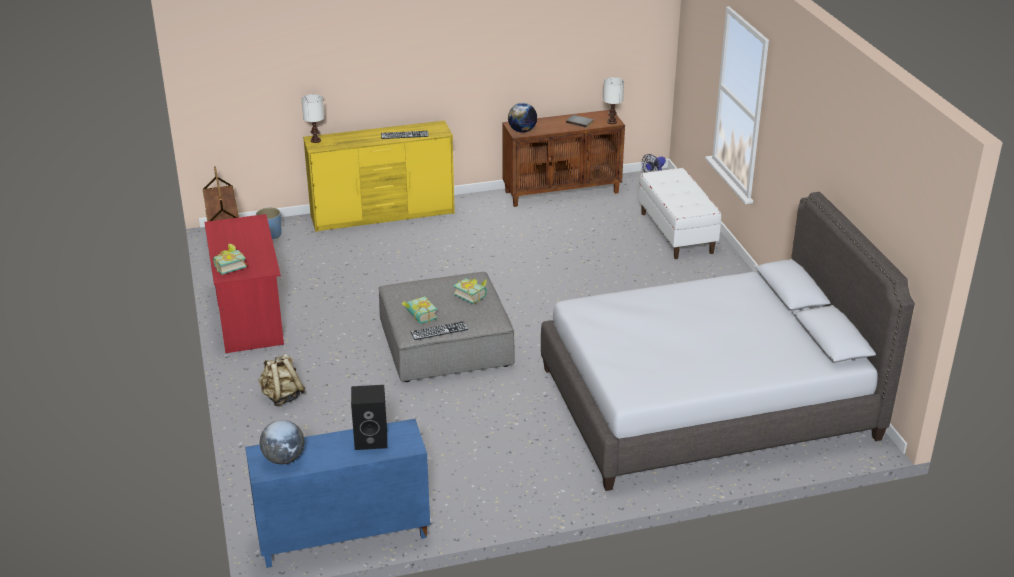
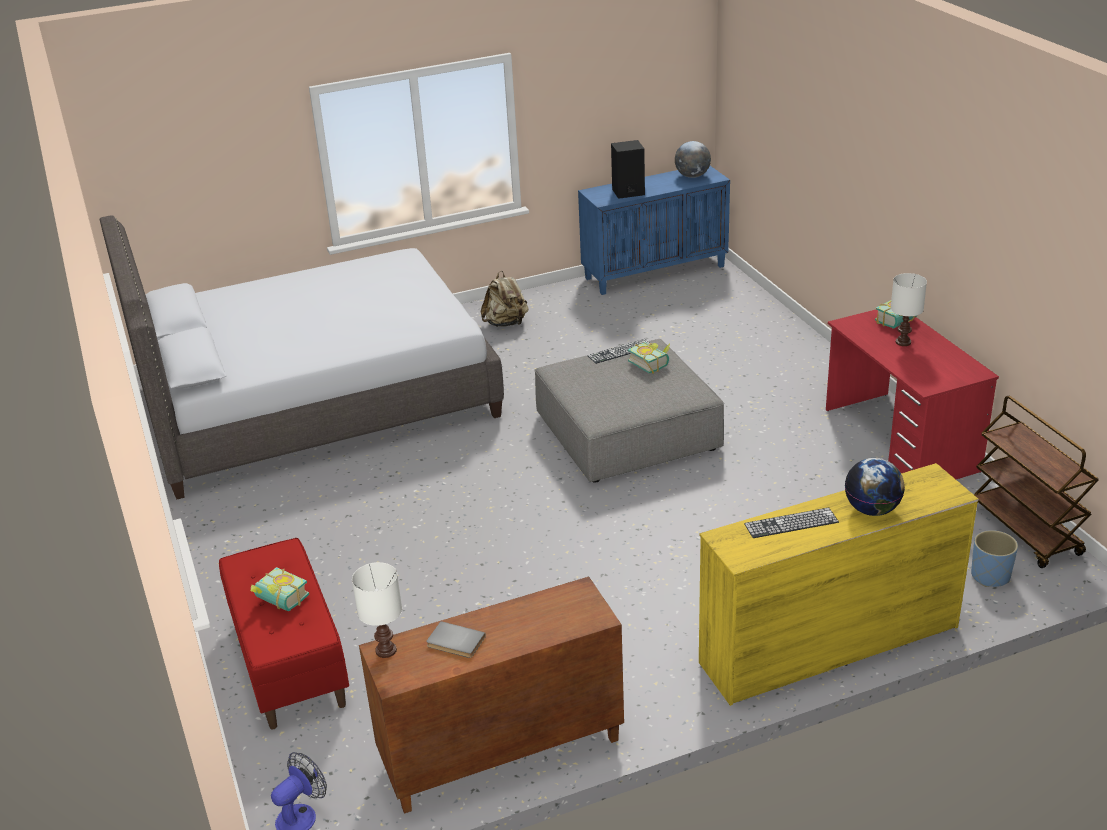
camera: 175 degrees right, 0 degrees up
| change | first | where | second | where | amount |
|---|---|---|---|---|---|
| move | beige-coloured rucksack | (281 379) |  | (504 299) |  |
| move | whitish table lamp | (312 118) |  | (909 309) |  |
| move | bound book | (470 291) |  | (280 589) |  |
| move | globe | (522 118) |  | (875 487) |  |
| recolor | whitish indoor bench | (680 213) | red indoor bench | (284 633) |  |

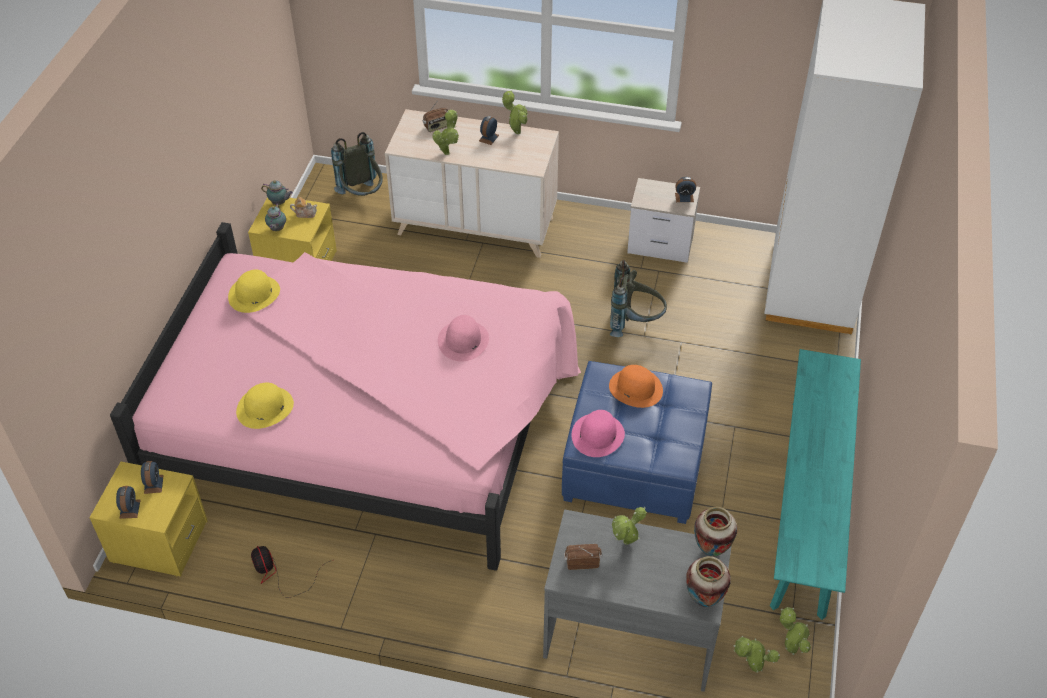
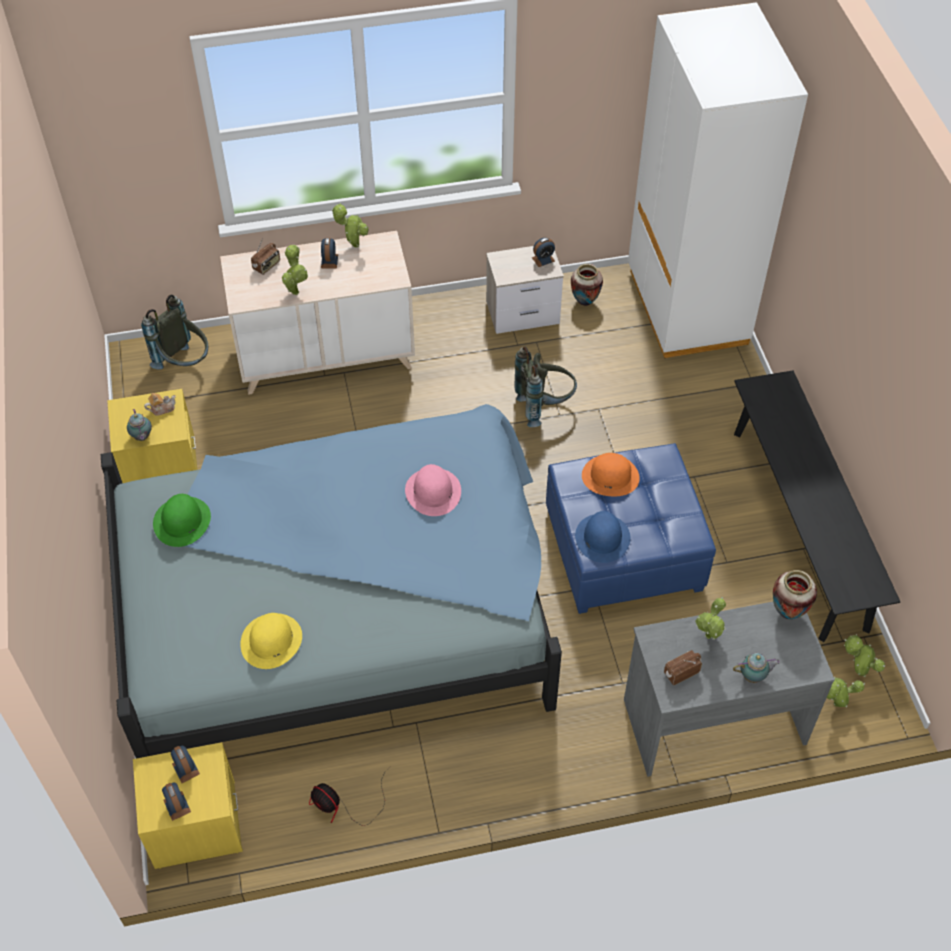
camera: 25 degrees left, 5 degrees up
| change | first | where | second | where | amount |
|---|---|---|---|---|---|
| move | pot for tea | (277 192) |  | (757 668) |  |
| move | flower vase | (708 581) |  | (587 285) |  |
| recolor | pink sleeping bed | (345 396) | blue-coloured sleeping bed | (331 581) |  |
| recolor | yellow clothing hat | (254 291) | greenish clothing hat | (182 520) |  |
| recolor | pink clothing hat | (598 433) | blue-coloured clothing hat | (602 537) |  |
| recolor | turquoise-coloured indoor bench | (815 484) | black indoor bench | (817 506) |  |

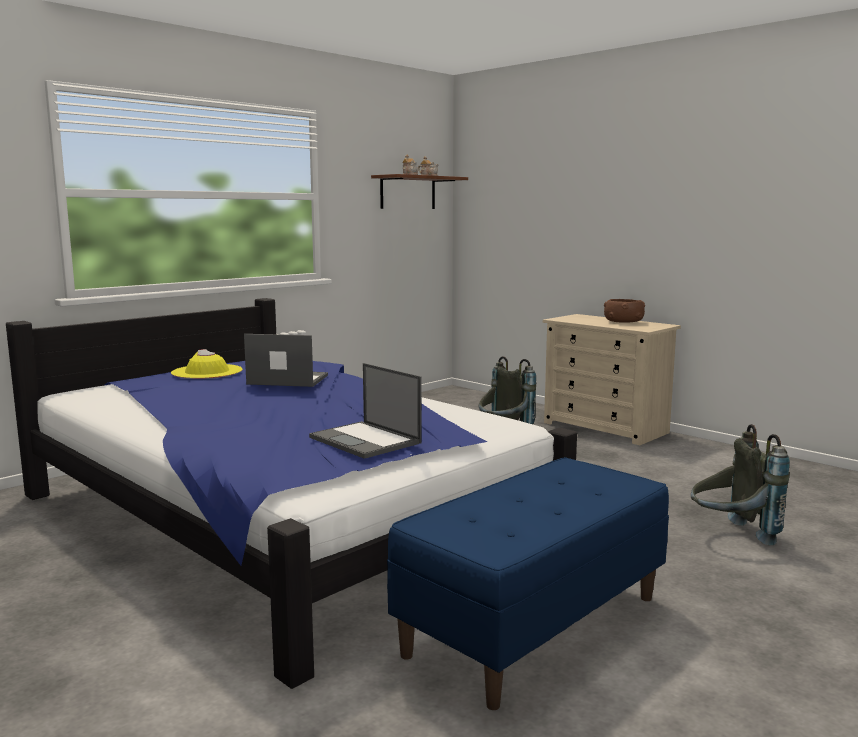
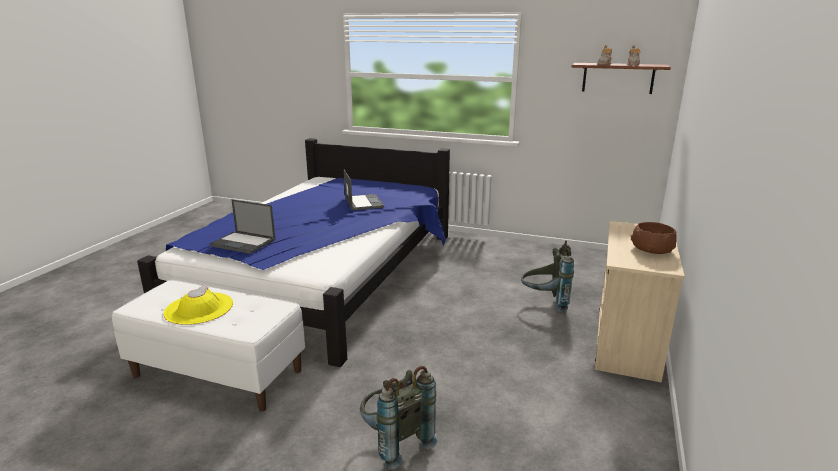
camera: 65 degrees right, 10 degrees up
| change | first | where | second | where | amount |
|---|---|---|---|---|---|
| move | yellow clothing hat | (207 364) |  | (198 305) |  |
| recolor | blue-coloured indoor bench | (528 583) | whitish indoor bench | (208 346) |  |
| rotate | portable computer | (365 411) |  | (243 226) | 90 degrees counterclockwise |

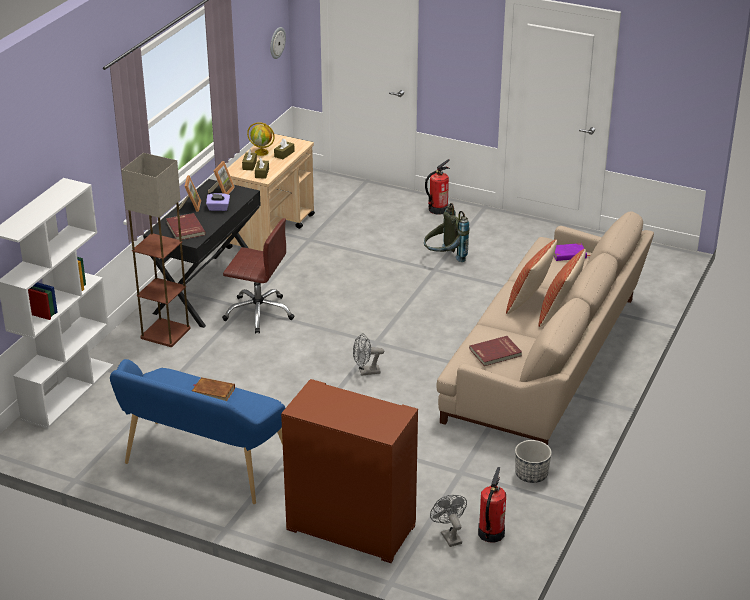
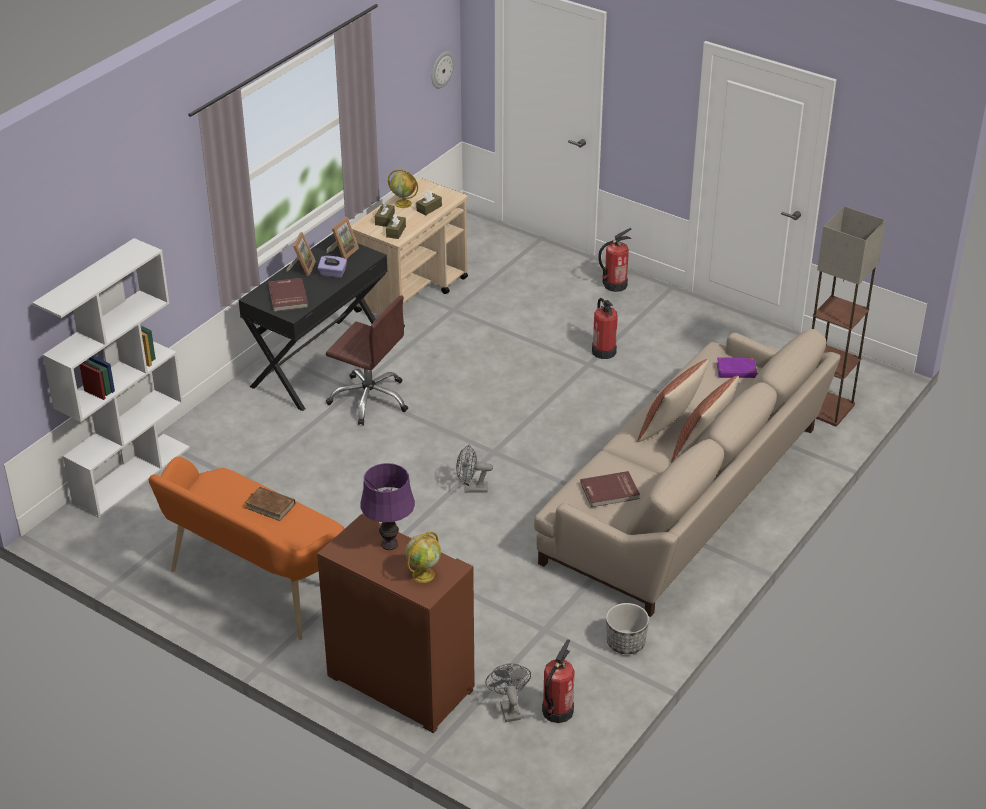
camera: 10 degrees right, 5 degrees up
| change | first | where | second | where | amount |
|---|---|---|---|---|---|
| insert |  |  | purple table lamp | (387 506) |  |
| insert |  |  | globe | (423 557) |  |
| move | standard lamp | (156 250) |  | (849 316) |  |
| replace | grey rucksack | (447 232) | fire extinguisher | (605 328) |  |
| recolor | blue-coloured indoor bench | (197 431) | orange indoor bench | (246 548) |  |

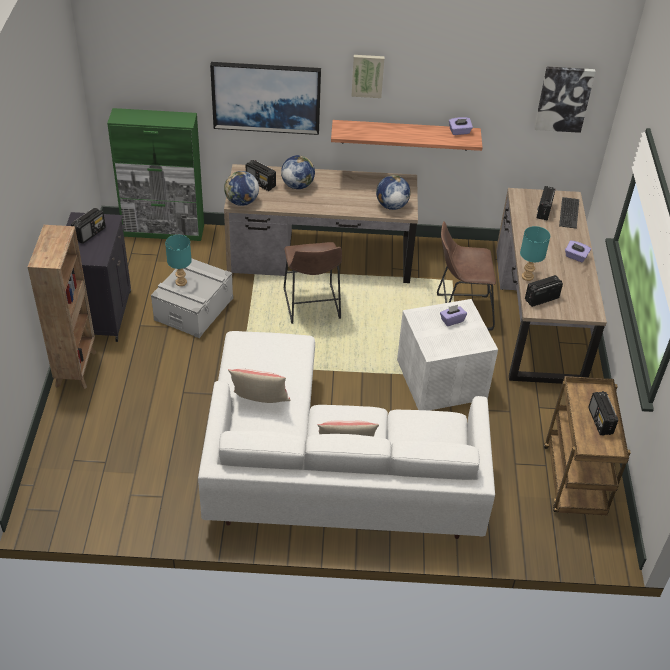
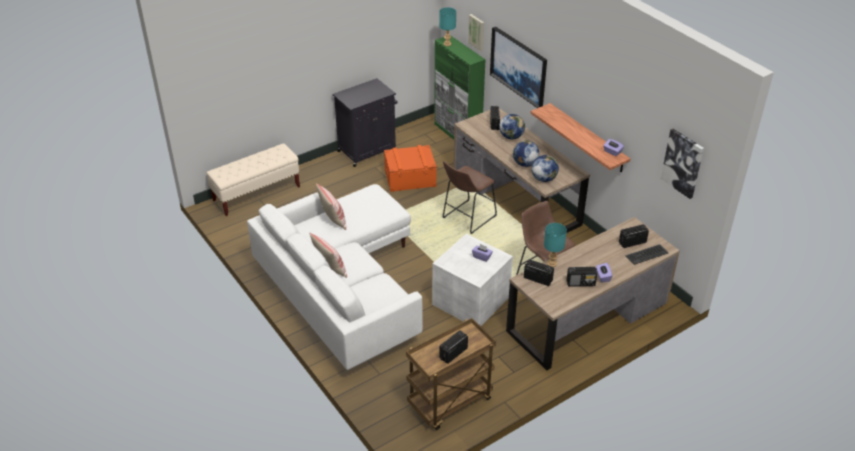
camera: 55 degrees right, 5 degrees down
| change | first | where | second | where | amount |
|---|---|---|---|---|---|
| delete | brownish bookshelf | (62 307) |  |  |  |
| insert |  |  | beige-coloured indoor bench | (253 179) |  |
| move | radio | (88 226) |  | (582 276) |  |
| move | turquoise-coloured table lamp | (178 260) |  | (447 26) |  |
| move | globe | (241 188) |  | (526 153) |  |
| move | picture | (368 76) |  | (476 32) |  |
| recolor | grey storage box | (192 298) | orange storage box | (410 168) |  |

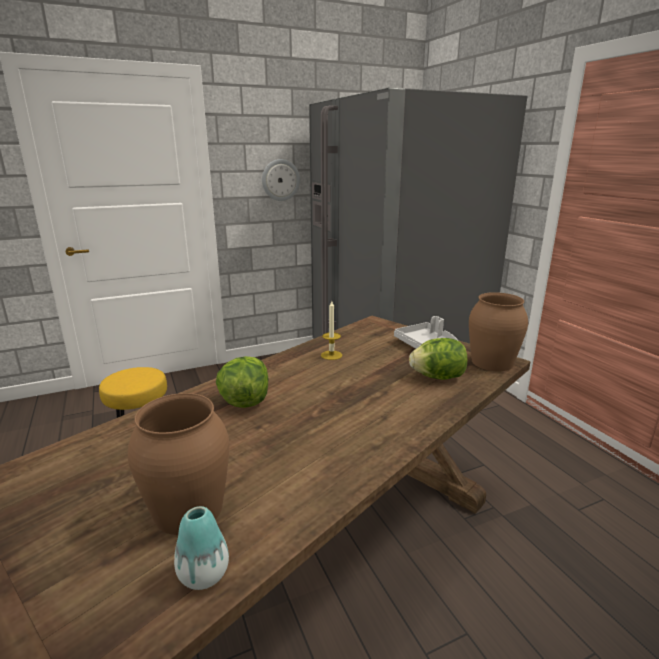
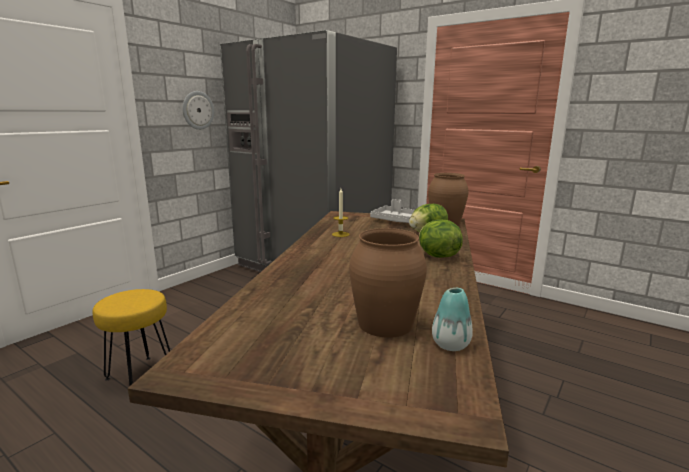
camera: 30 degrees left, 5 degrees down
| change | first | where | second | where | amount |
|---|---|---|---|---|---|
| move | head of lettuce | (242 382) |  | (441 239) |  |

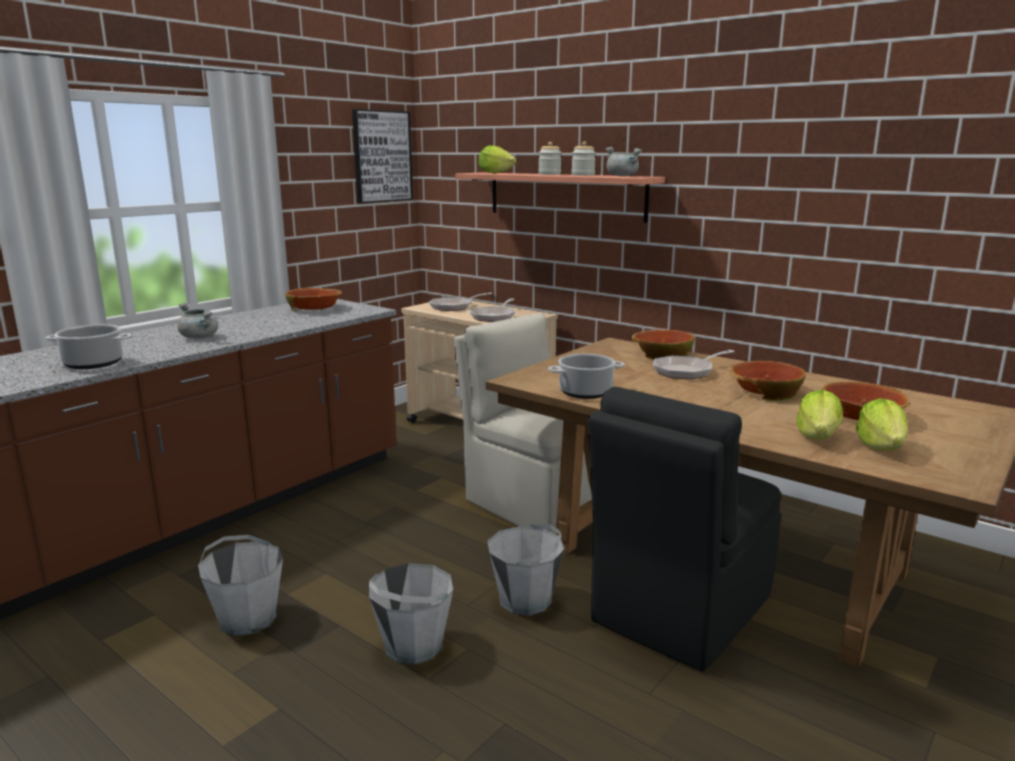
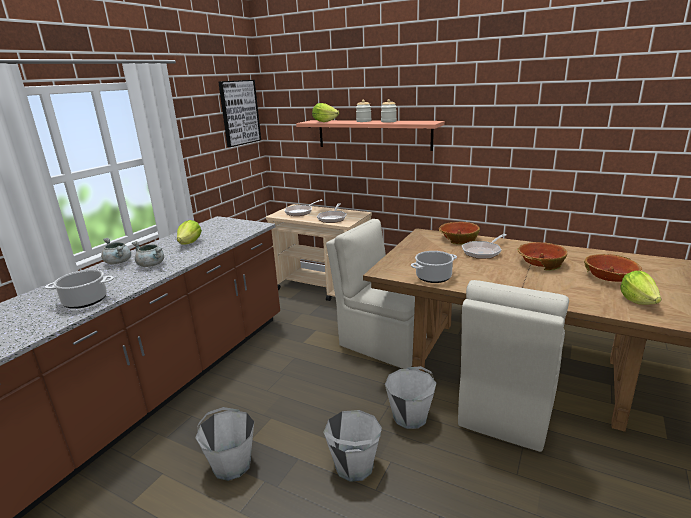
camera: 10 degrees left, 5 degrees up
| change | first | where | second | where | amount |
|---|---|---|---|---|---|
| delete | serving bowl | (313 299) |  |  |  |
| move | grey stockpot | (624 161) |  | (116 251) |  |
| move | head of lettuce | (819 414) |  | (189 232) |  |
| recolor | black chair | (684 529) | beige-coloured chair | (513 366) |  |

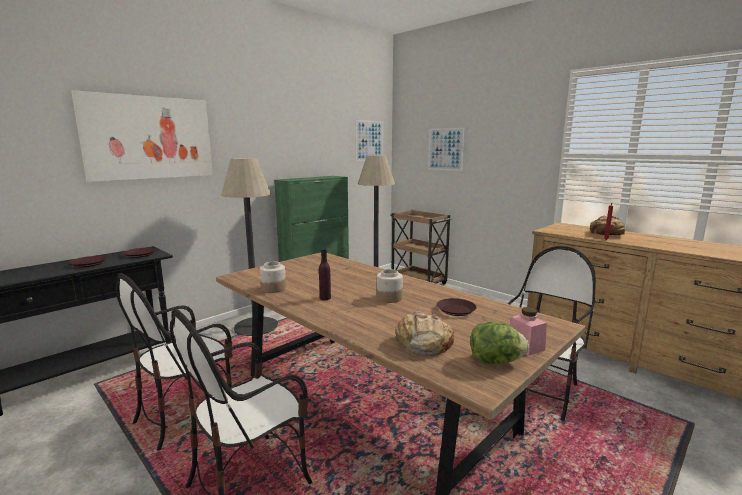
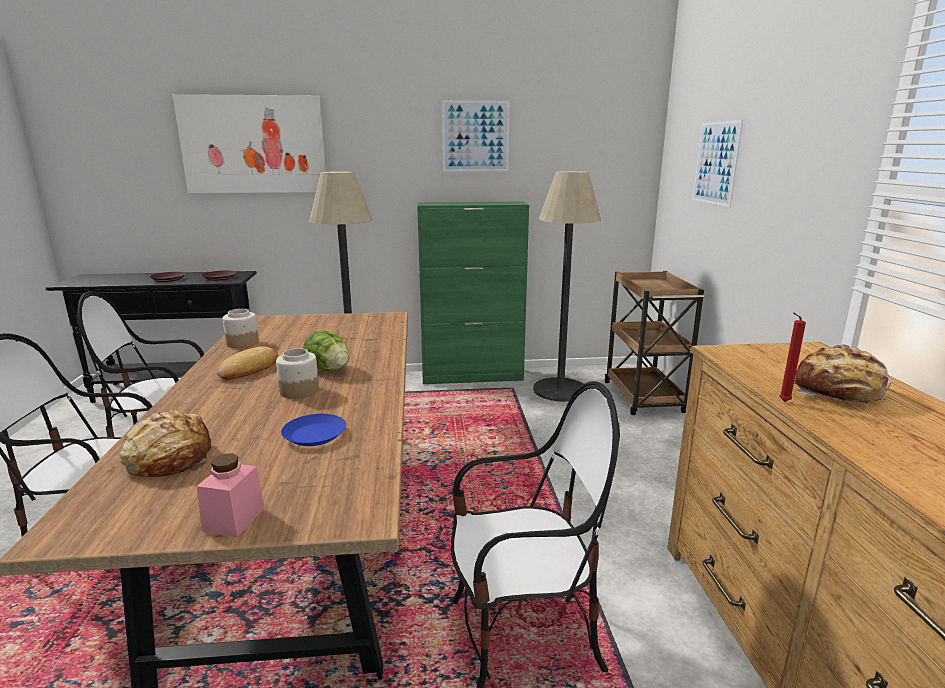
camera: 40 degrees right, 5 degrees up
| change | first | where | second | where | amount |
|---|---|---|---|---|---|
| move | picture | (369 140) |  | (476 135) |  |
| move | head of lettuce | (499 343) |  | (326 351) |  |
| replace | purple drink bottle | (325 274) | bread | (247 363) |  |
| recolor | brownish flat dish | (457 307) | blue-coloured flat dish | (313 430) |  |

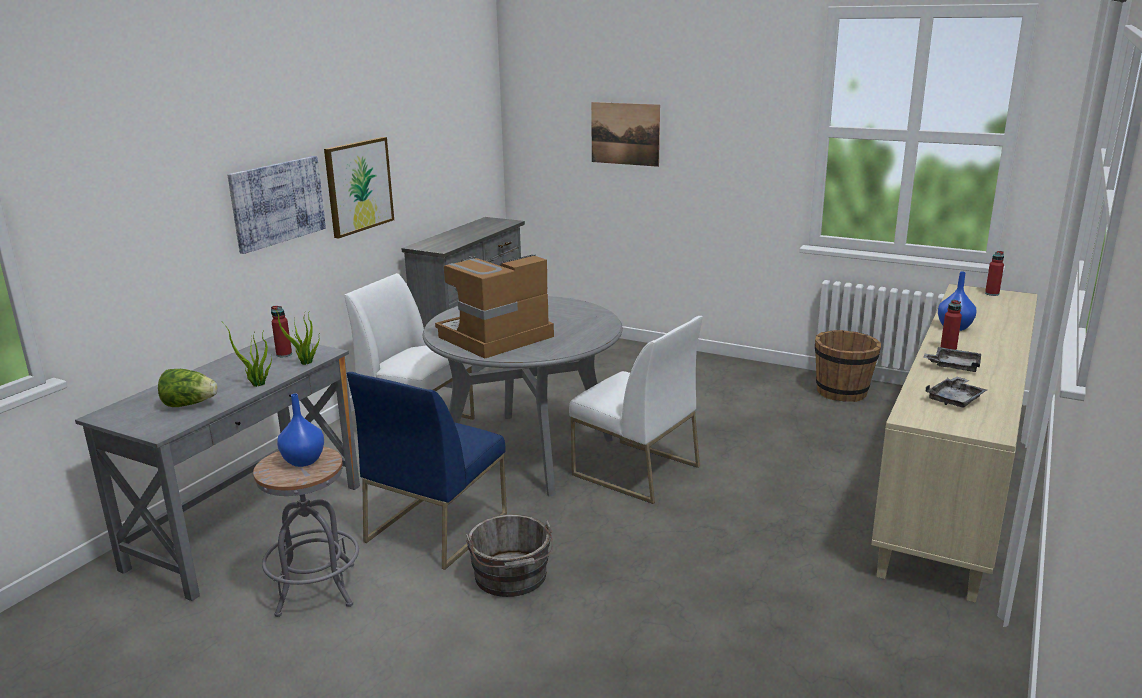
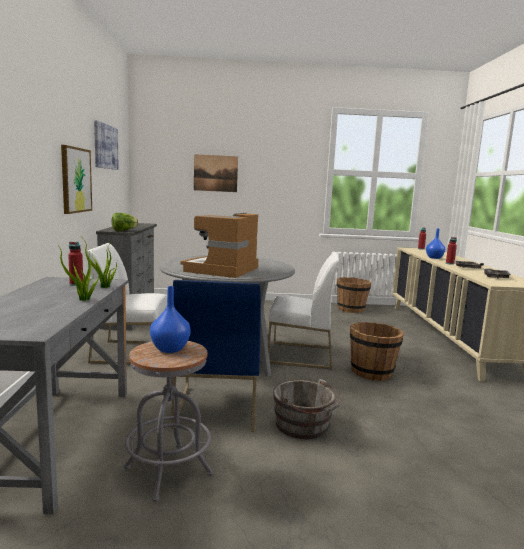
camera: 30 degrees left, 10 degrees down
| change | first | where | second | where | amount |
|---|---|---|---|---|---|
| insert |  |  | brownish pail | (377 351) |  |
| move | head of lettuce | (188 388) |  | (125 222) |  |
| move | picture | (276 205) |  | (106 145) |  |

